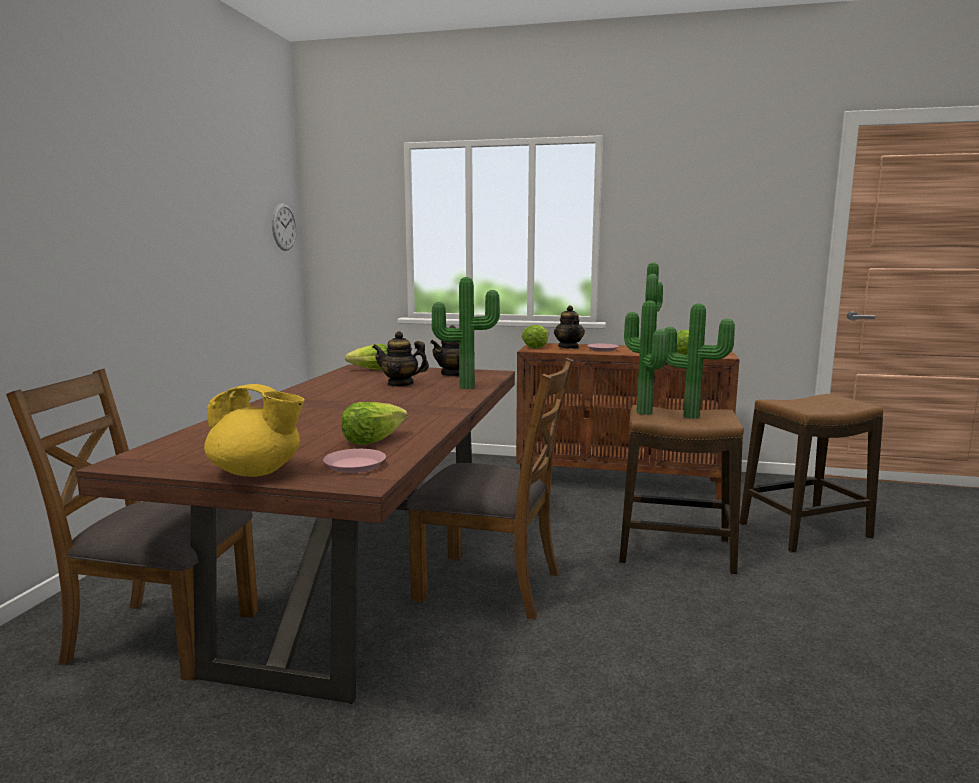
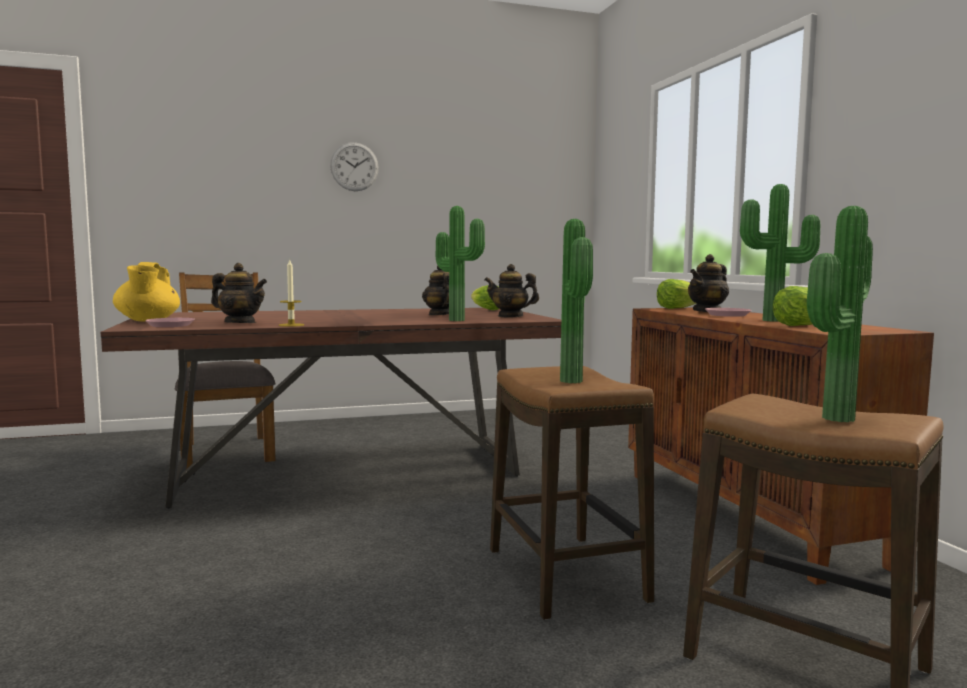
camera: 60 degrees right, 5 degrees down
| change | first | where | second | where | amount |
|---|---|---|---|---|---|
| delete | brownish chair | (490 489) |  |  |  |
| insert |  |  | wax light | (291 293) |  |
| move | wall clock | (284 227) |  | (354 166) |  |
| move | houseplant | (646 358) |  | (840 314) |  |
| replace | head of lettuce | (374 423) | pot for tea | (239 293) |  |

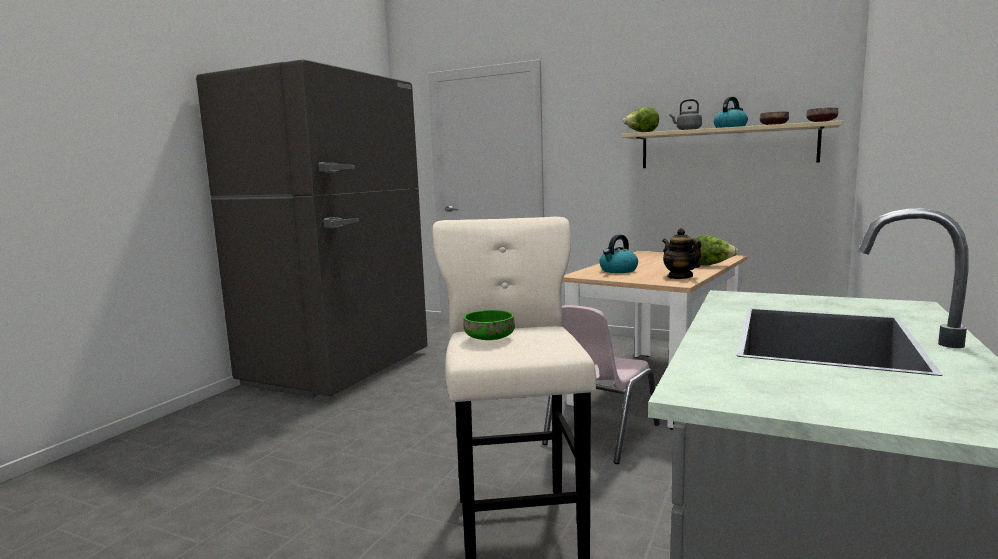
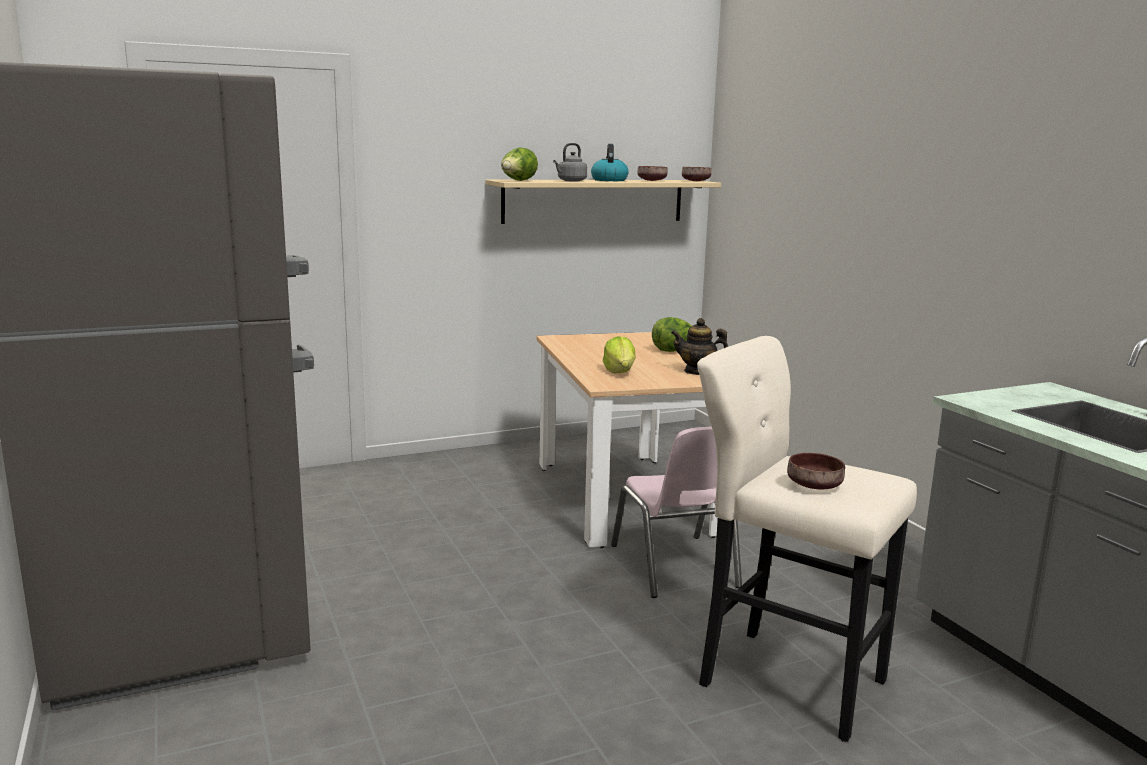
camera: 50 degrees left, 5 degrees up
| change | first | where | second | where | amount |
|---|---|---|---|---|---|
| replace | water kettle | (618 254) | head of lettuce | (619 354) |  |
| recolor | greenish serving bowl | (489 325) | brownish serving bowl | (816 471) |  |

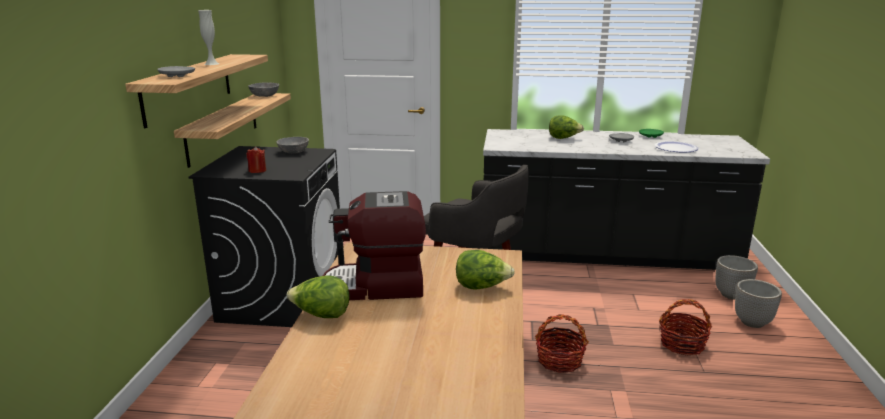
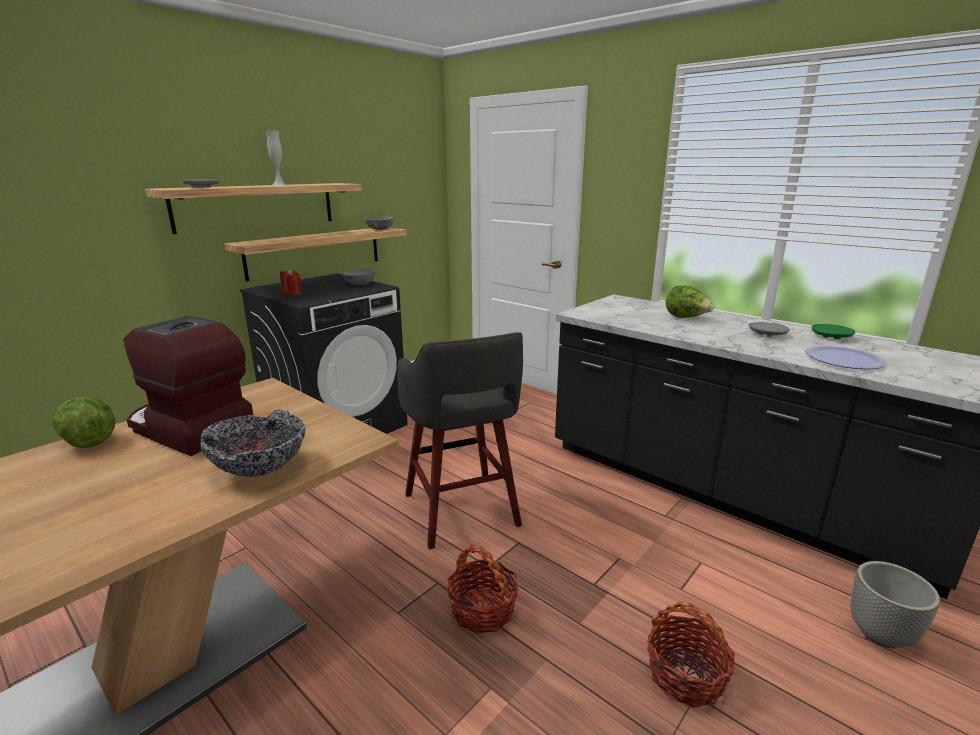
camera: 35 degrees right, 0 degrees up
| change | first | where | second | where | amount |
|---|---|---|---|---|---|
| delete | plant pot | (758 303) |  |  |  |
| replace | head of lettuce | (485 270) | serving bowl | (253 443) |  |

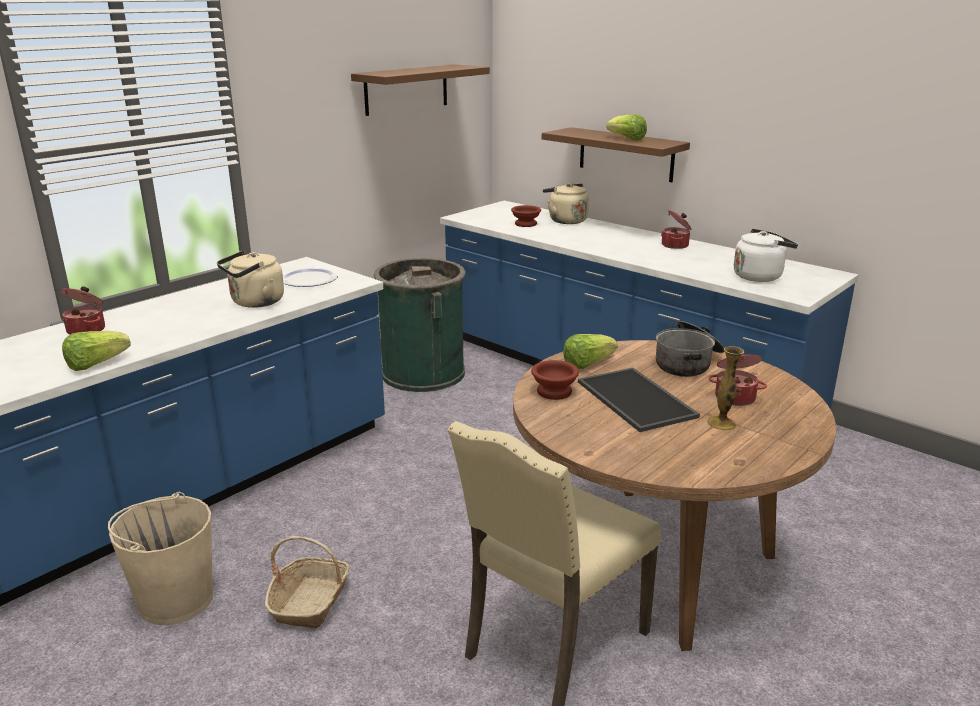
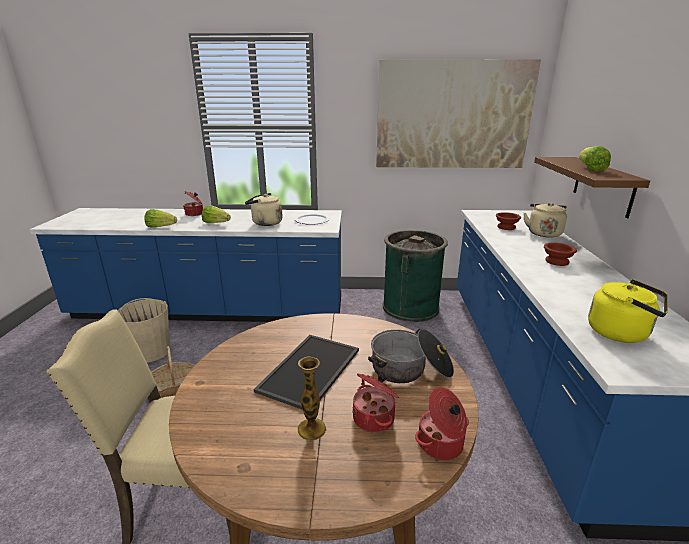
camera: 50 degrees right, 0 degrees up
| change | first | where | second | where | amount |
|---|---|---|---|---|---|
| move | brownish serving bowl | (555 380) |  | (560 254) |  |
| move | head of lettuce | (590 351) |  | (216 214) |  |
| move | stockpot | (676 229) |  | (442 423) |  |
| replace | brownish shelf | (420 90) | picture | (458 113) |  |
| recolor | whitish water kettle | (766 255) | yellow water kettle | (628 311) |  |

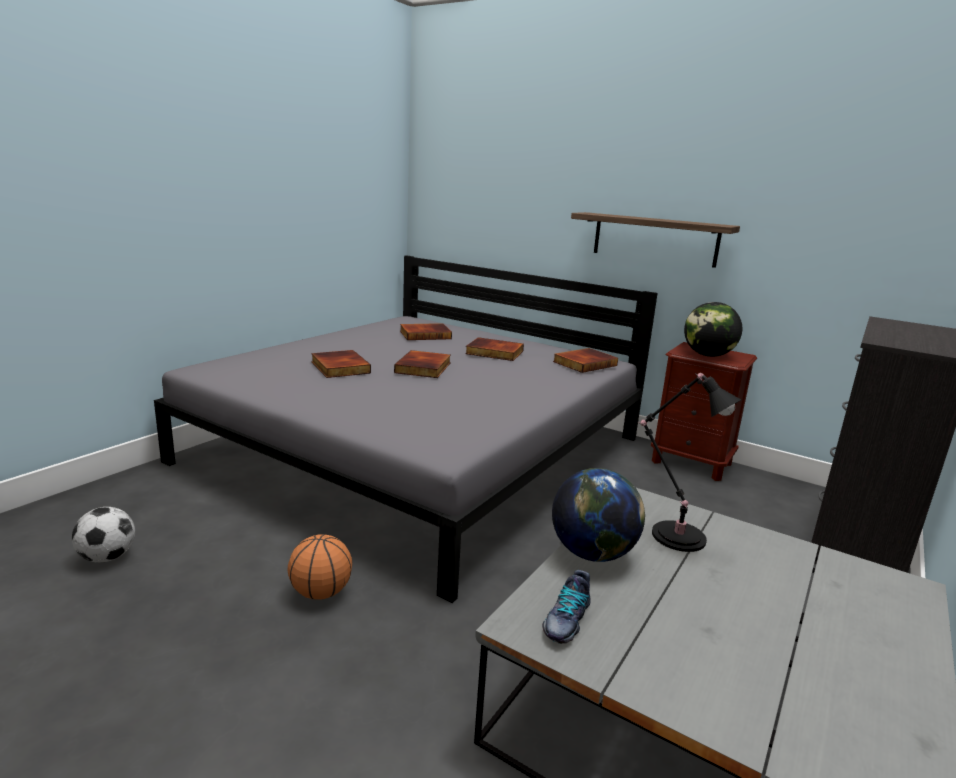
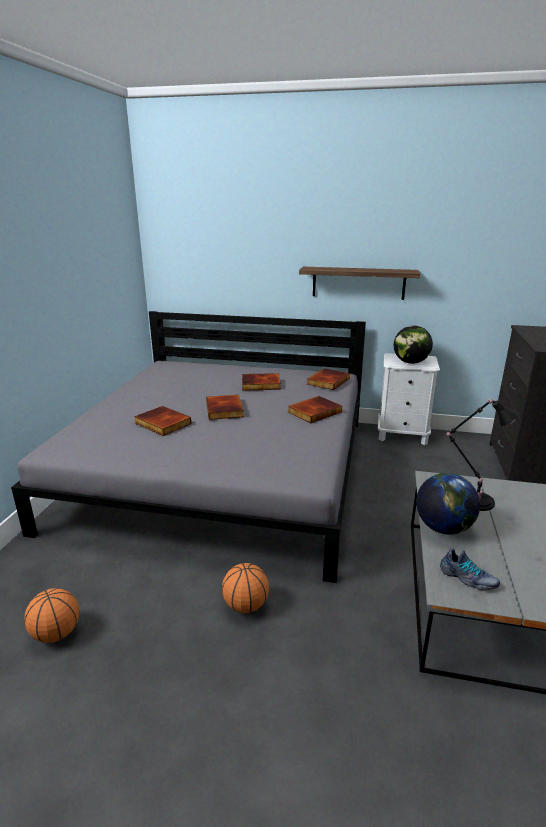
camera: 20 degrees left, 5 degrees up
| change | first | where | second | where | amount |
|---|---|---|---|---|---|
| move | bound book | (426 331) |  | (315 409) |  |
| replace | football | (103 535) | basketball | (52 615) |  |
| recolor | brownish nightstand | (704 411) | whitish nightstand | (409 399) |  |
| rotate | shoe | (566 607) |  | (470 569) | 60 degrees counterclockwise |

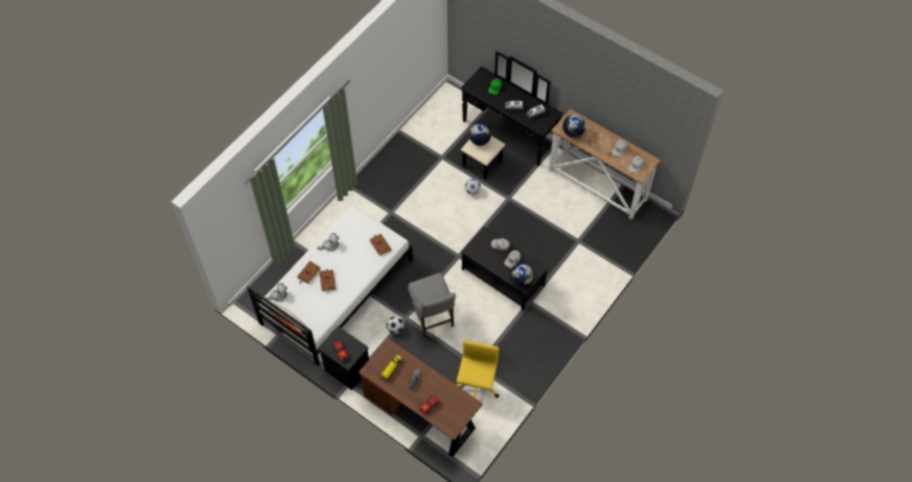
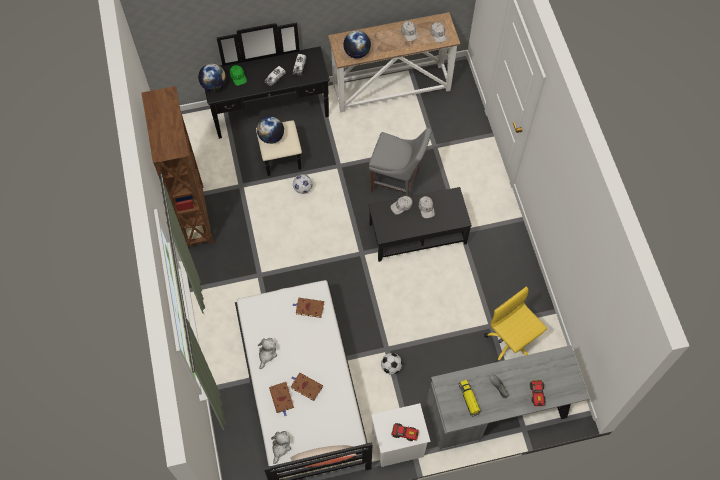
camera: 50 degrees left, 5 degrees up
| change | first | where | second | where | amount |
|---|---|---|---|---|---|
| insert |  |  | brownish bookshelf | (178 167) |  |
| move | grey chair | (432 305) |  | (400 162) |  |
| move | globe | (522 275) |  | (212 77) |  |
| recolor | black nightstand | (343 358) | whitish nightstand | (401 435) |  |
| recolor | brownish desk table | (421 397) | grey desk table | (508 397) |  |

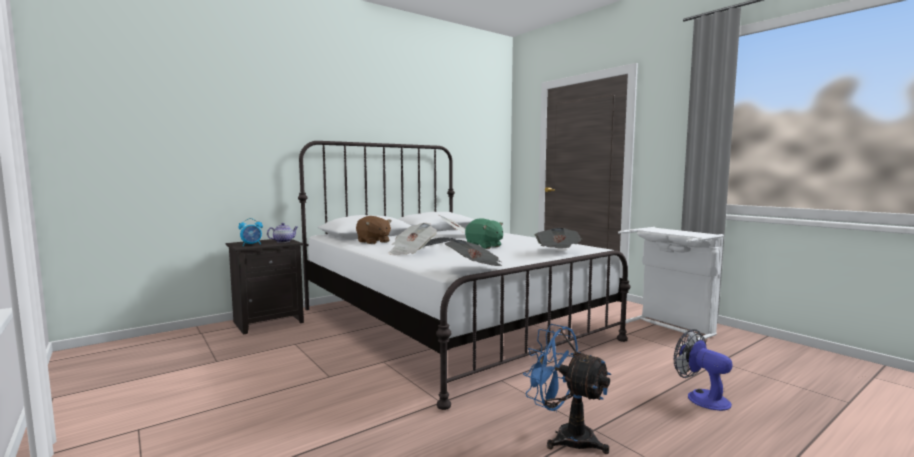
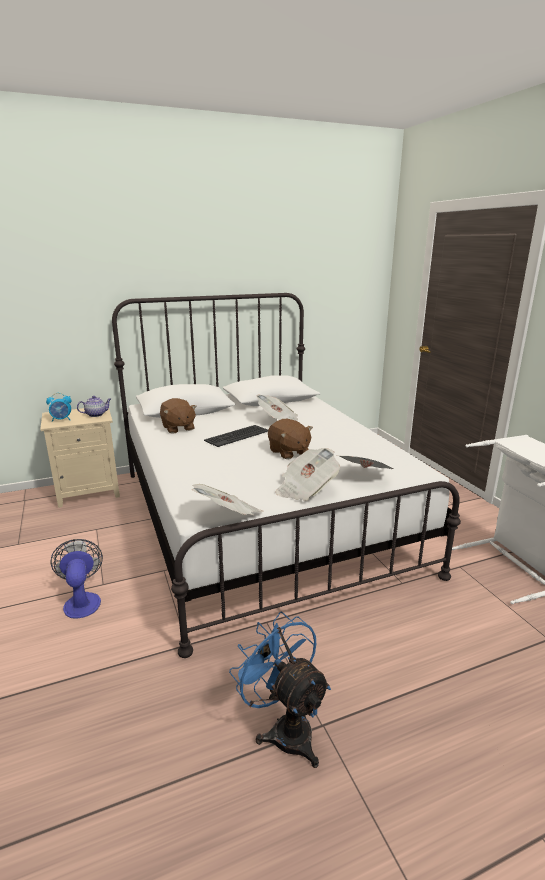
camera: 15 degrees right, 15 degrees up
| change | first | where | second | where | amount |
|---|---|---|---|---|---|
| move | printed paper | (412 239) |  | (308 474) |  |
| move | cooling fan | (703 370) |  | (76 579) |  |
| recolor | black nightstand | (265 287) | beige-coloured nightstand | (80 458) |  |
| recolor | greenish soft toy | (484 234) | brownish soft toy | (290 439) |  |

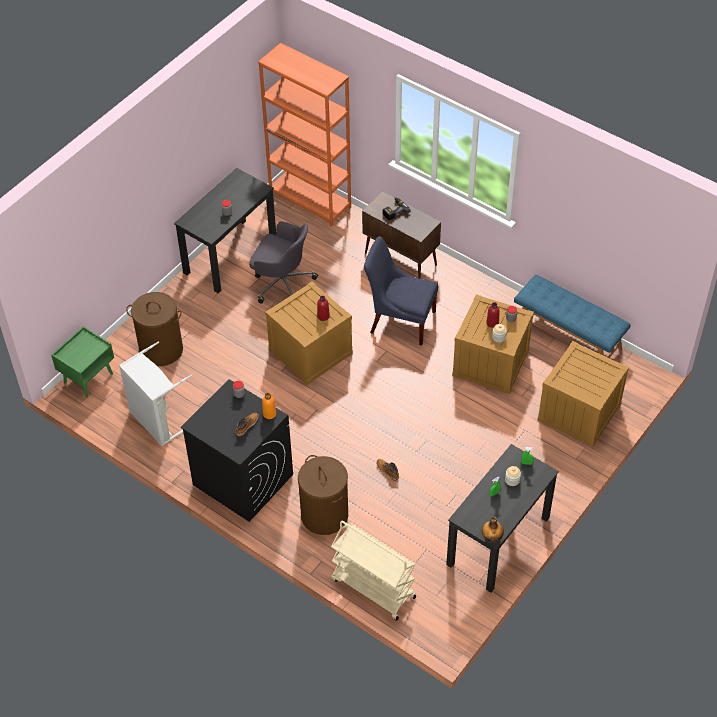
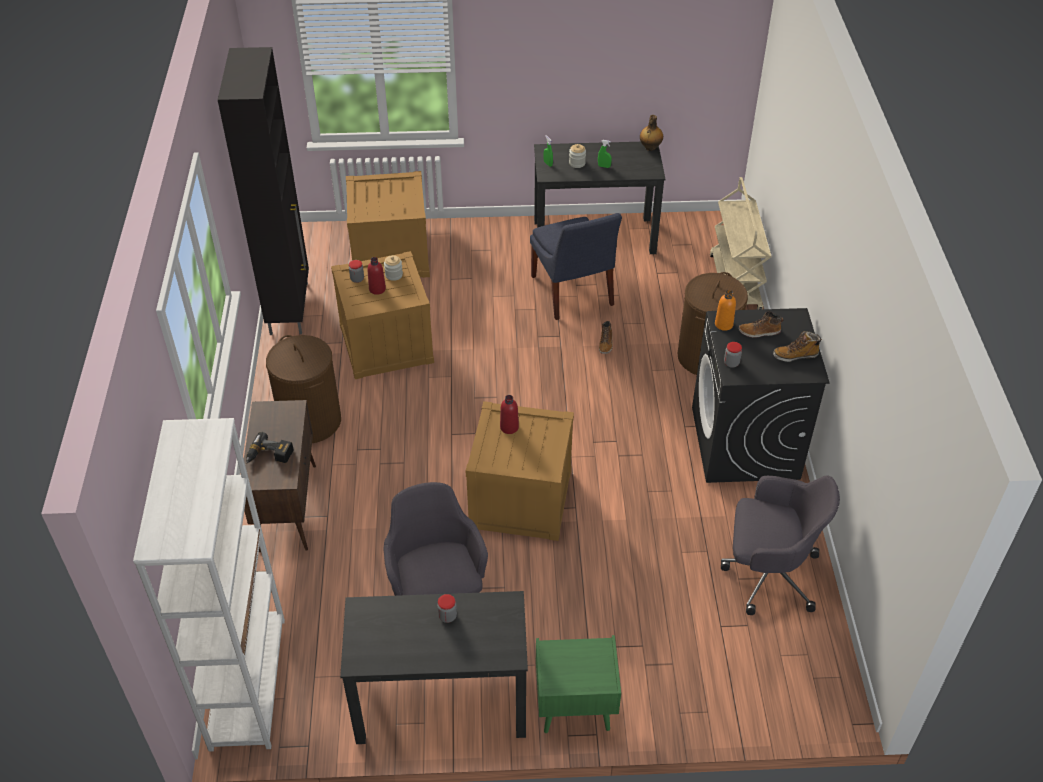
camera: 130 degrees left, 5 degrees down
| change | first | where | second | where | amount |
|---|---|---|---|---|---|
| insert |  |  | high-top boot | (797 346) |  |
| move | greenish nightstand | (82 362) |  | (578 684) |  |
| move | brownish hamper | (154 329) |  | (303 389) |  |
| move | blue-coloured chair | (401 291) |  | (576 266) |  |
| replace | grey hamper | (155 394) | grey office chair | (780 545) |  |
| replace | blue-coloured indoor bench | (572 316) | black cupboard | (263 191) |  |
| recolor | orange bookshelf | (304 135) | whitish bookshelf | (209 585) |  |

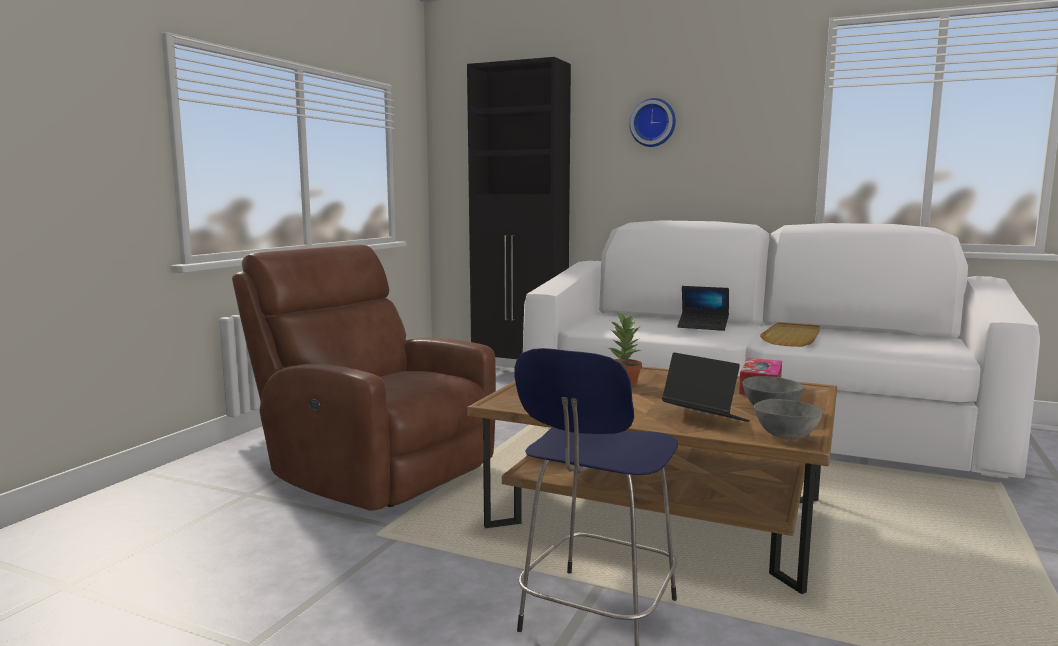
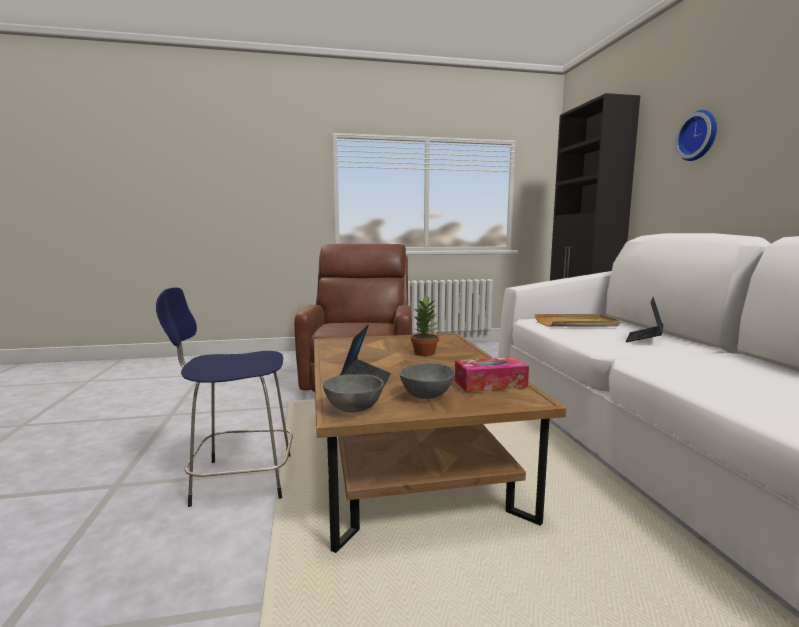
camera: 55 degrees right, 0 degrees up
| change | first | where | second | where | amount |
|---|---|---|---|---|---|
| move | beige-coloured serving tray | (790 334) |  | (577 320) |  |
| rotate | portable computer | (703 308) |  | (644 319) | 45 degrees clockwise |

